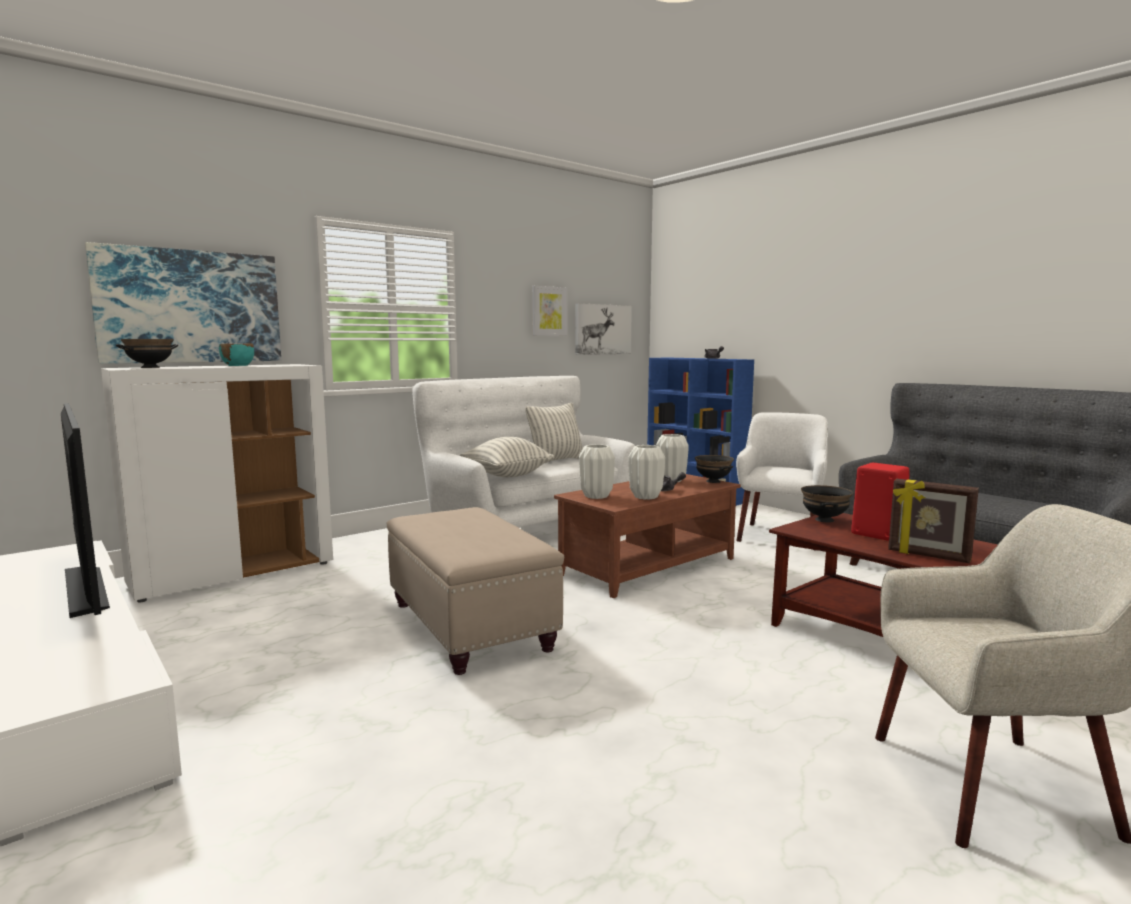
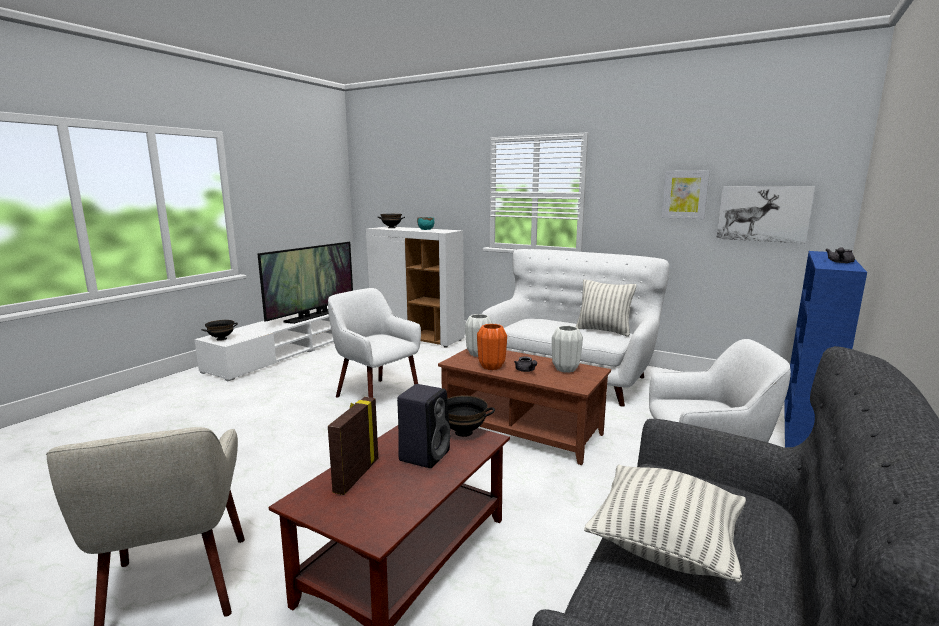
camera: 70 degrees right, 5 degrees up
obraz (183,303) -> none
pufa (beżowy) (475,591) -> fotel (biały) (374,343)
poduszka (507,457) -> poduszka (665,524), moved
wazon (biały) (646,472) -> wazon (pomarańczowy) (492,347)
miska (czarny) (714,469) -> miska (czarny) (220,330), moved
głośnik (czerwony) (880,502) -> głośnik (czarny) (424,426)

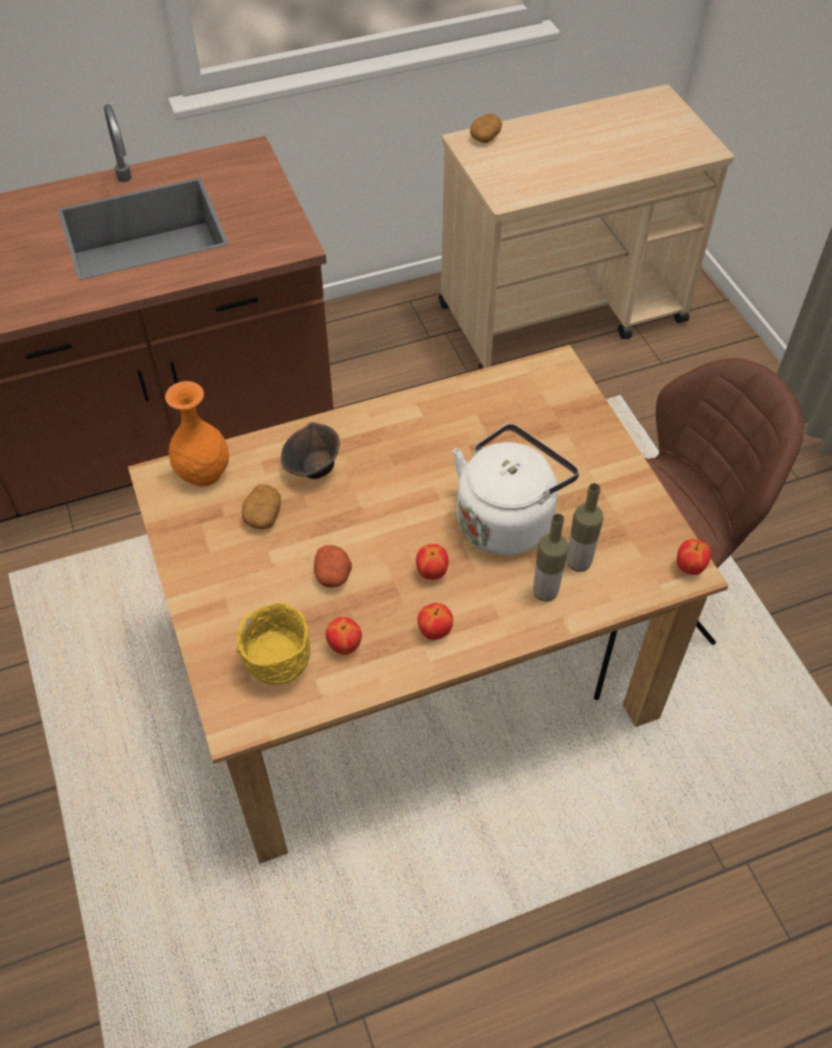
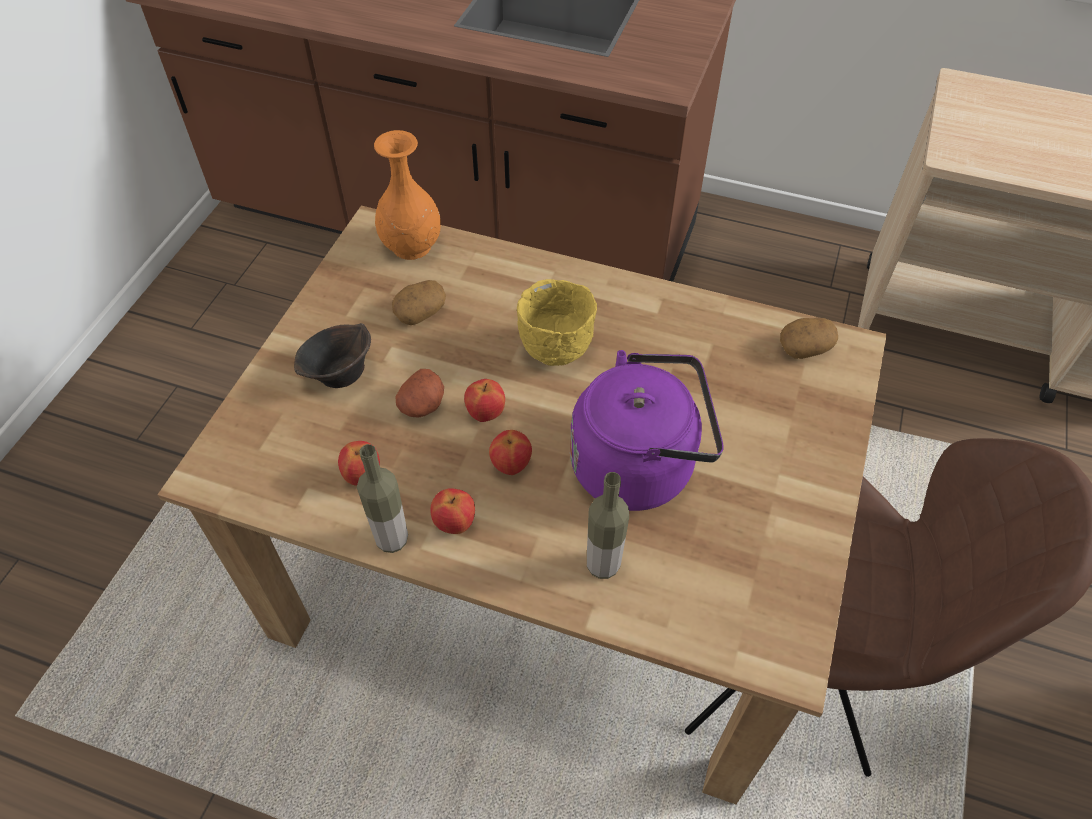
camera: 40 degrees right, 0 degrees up
miska (żółty) (273,643) -> miska (żółty) (557,322), moved
miska (brązowy) (310,450) -> miska (brązowy) (332,355), moved
czajnik (biały) (516,489) -> czajnik (fioletowy) (647,430)
ziemniak (486,128) -> ziemniak (809,338), moved
butelka (585,527) -> butelka (382,498), moved
jabłko (694,557) -> jabłko (484,400), moved

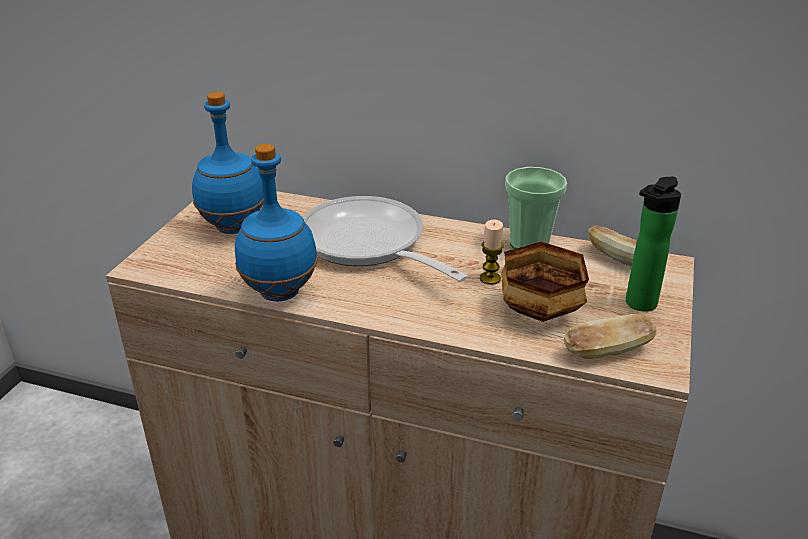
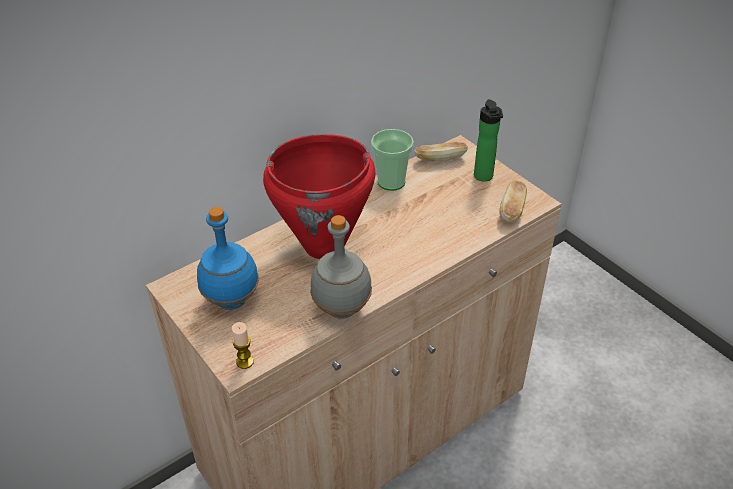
camera: 55 degrees left, 10 degrees up
butelka (niebieski) (276,222) -> butelka (szary) (341,267)
patelnia (385,239) -> garnek (czerwony) (319,196)
świeca (492,252) -> świeca (243,345), moved
miska (545,282) -> none

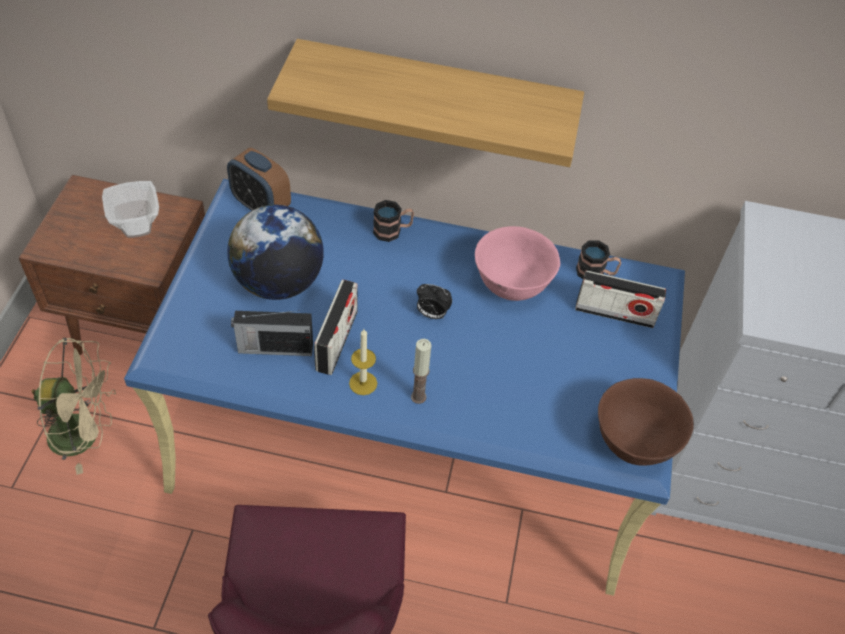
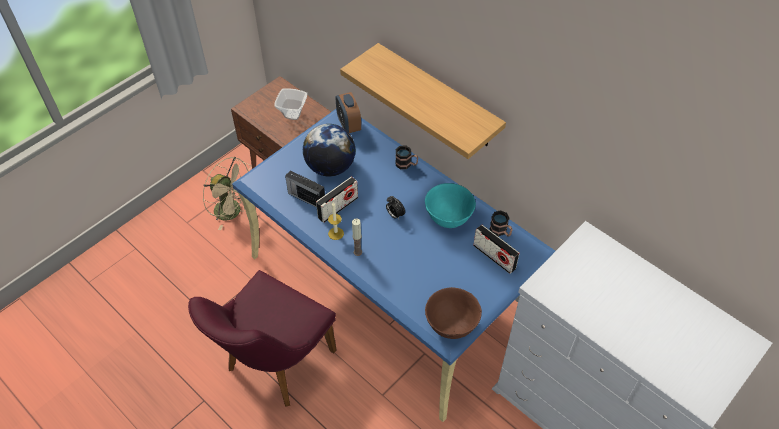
camera: 35 degrees right, 0 degrees up
miska (różowy) (517,263) -> miska (turkusowy) (450,205)

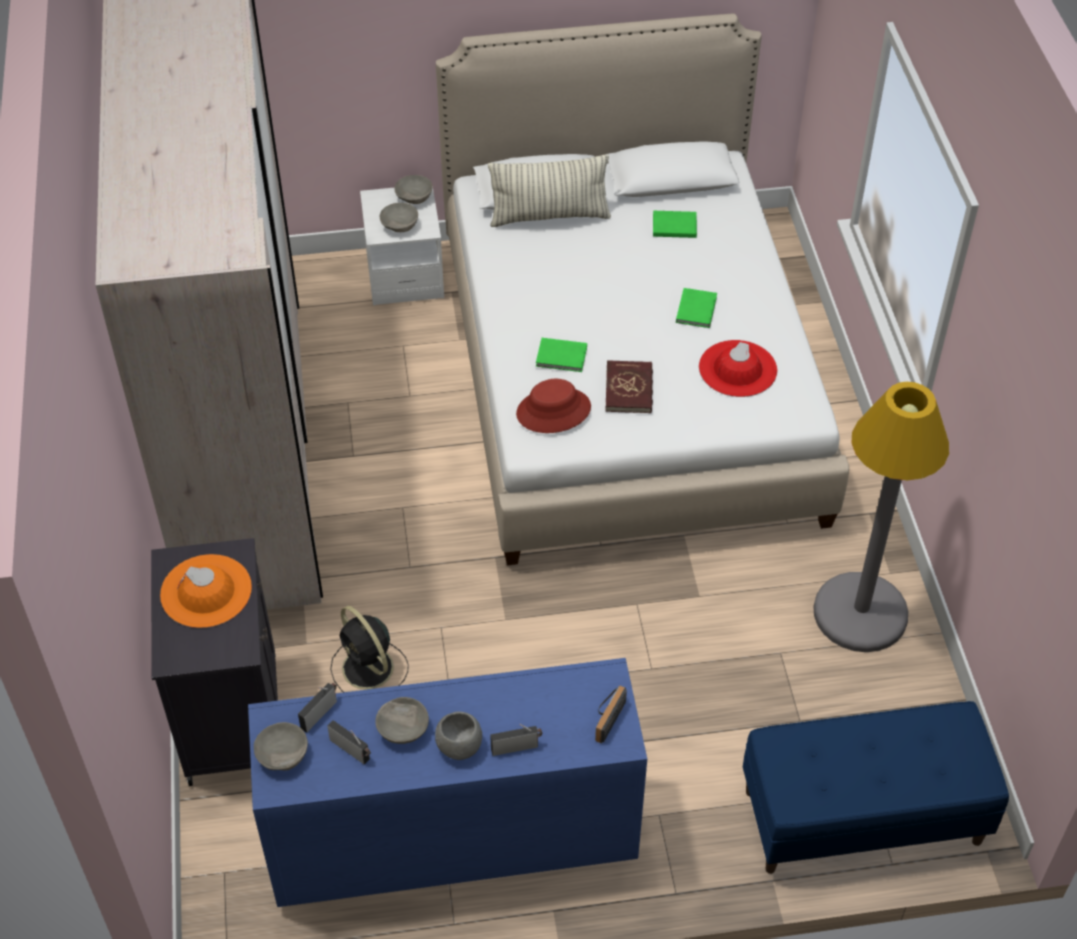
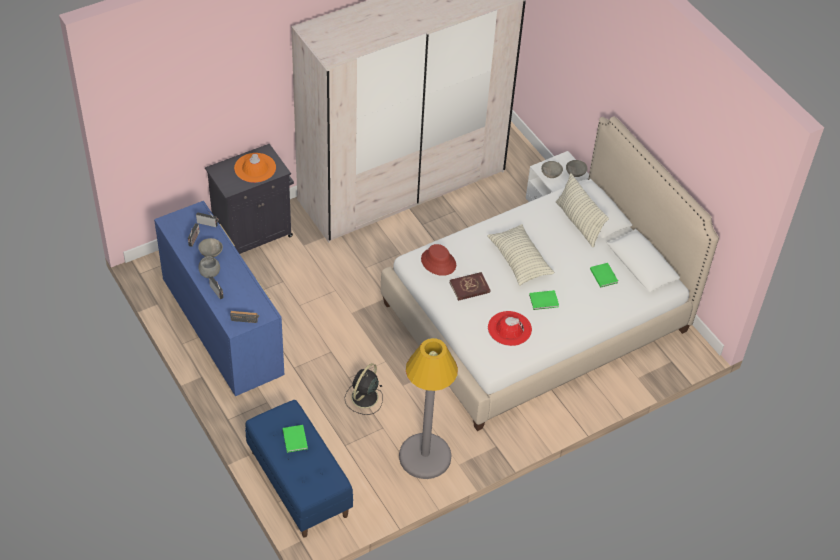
camera: 65 degrees right, 0 degrees up
miska (szary) (281,746) -> none
wentylator (czarny) (369,649) -> wentylator (czarny) (363,389), moved
książka (zielony) (561,355) -> książka (zielony) (295,439), moved
none -> poduszka (521,255)

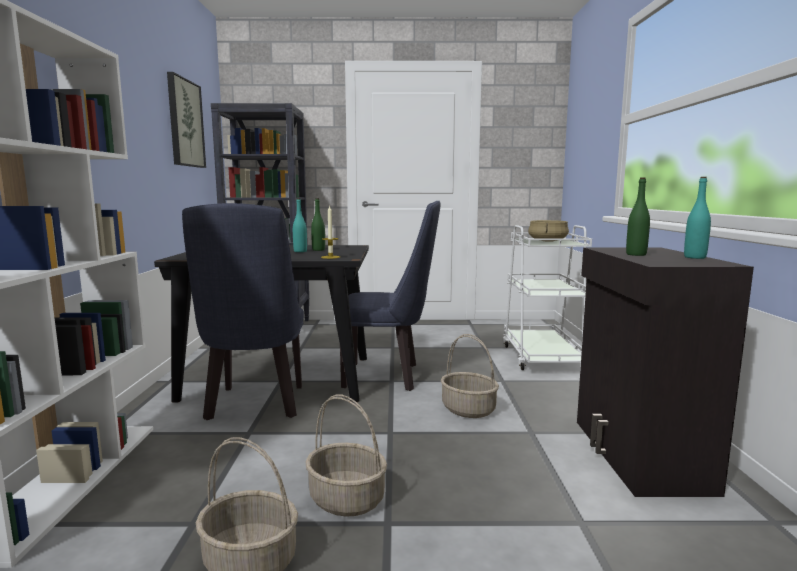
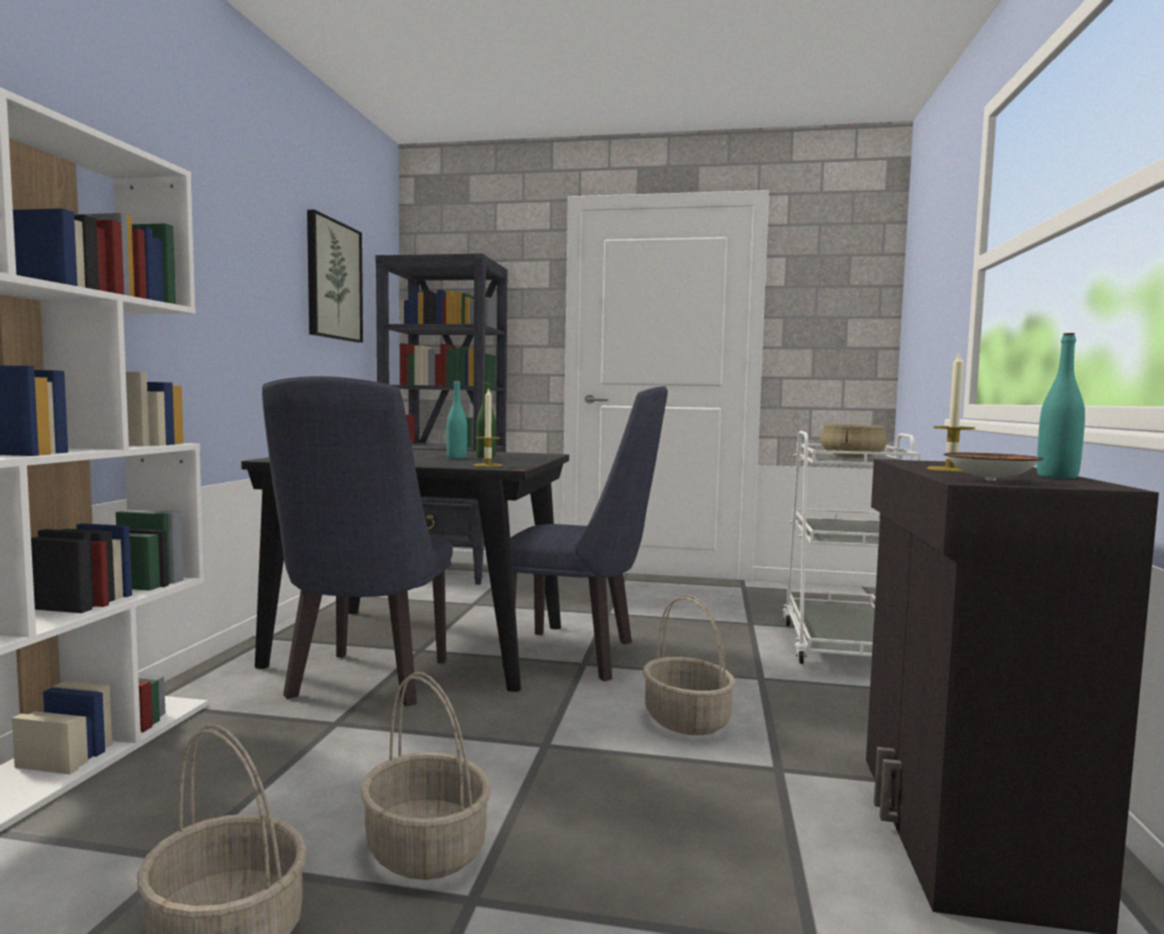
camera: 10 degrees right, 5 degrees down
butelka (zielony) (638,216) -> świeca (951,412)
none -> miska (993,467)

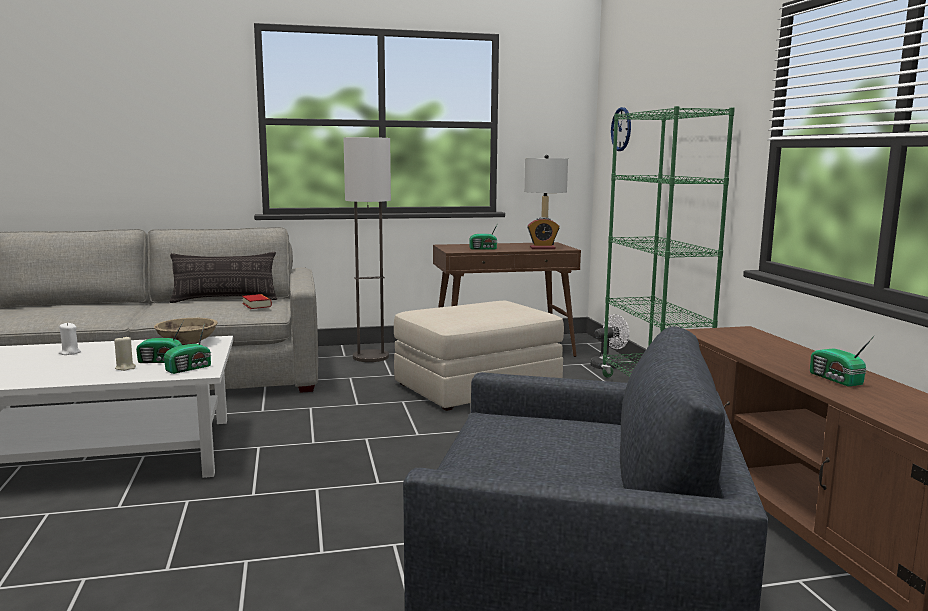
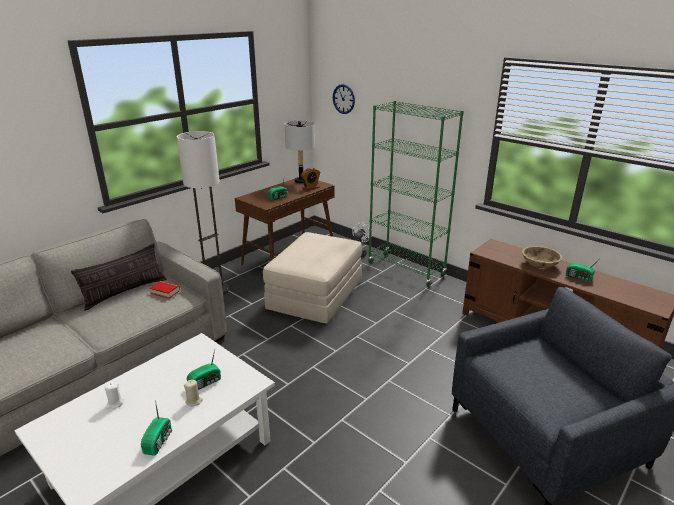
camera: 35 degrees left, 15 degrees up
miska (beżowy) (186,331) -> miska (beżowy) (542,257), moved
radio (187,348) -> radio (156,428), moved

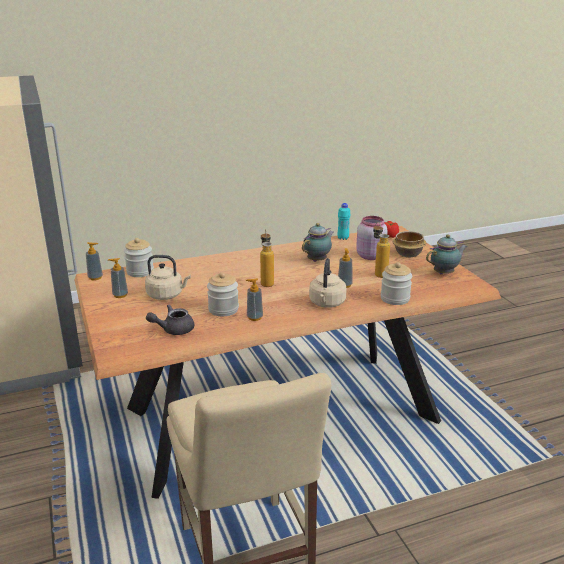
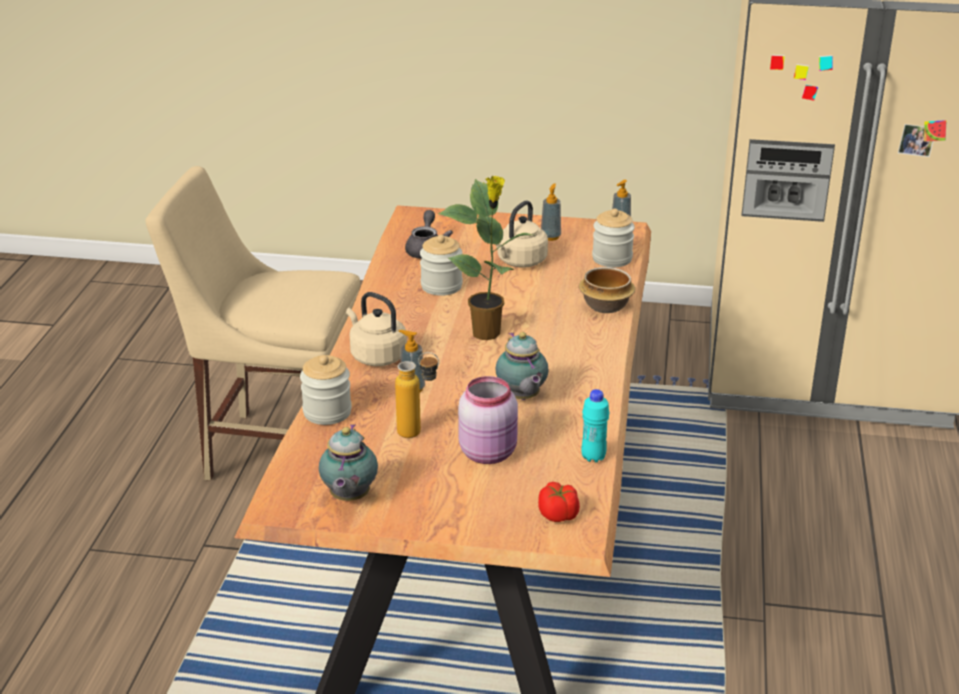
camera: 120 degrees right, 5 degrees up
dozownik mydła (254,300) -> none
butelka (267,258) -> roślina doniczkowa (485,257)
miska (409,244) -> miska (607,290), moved

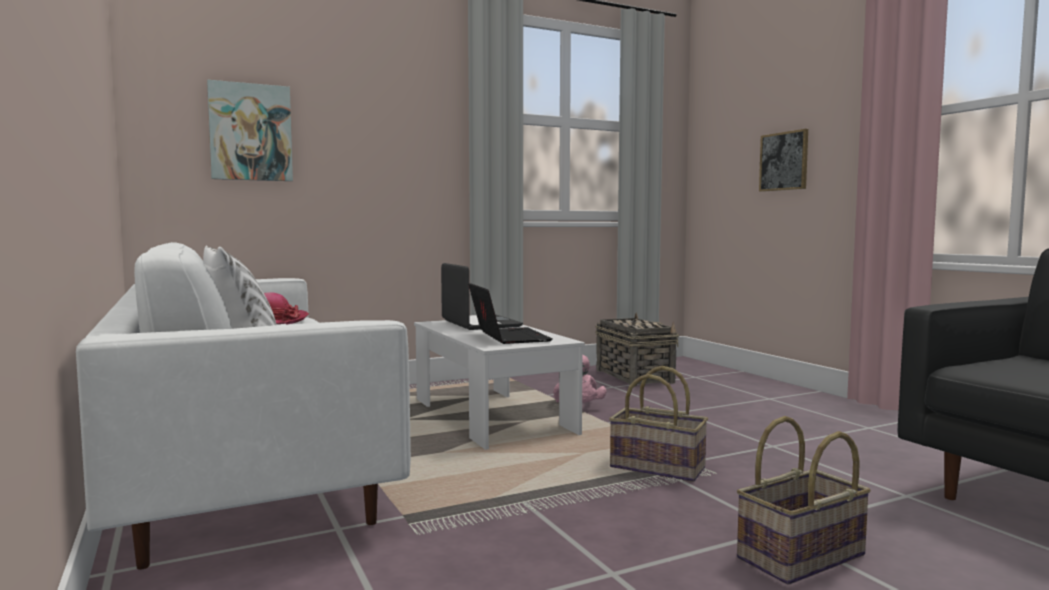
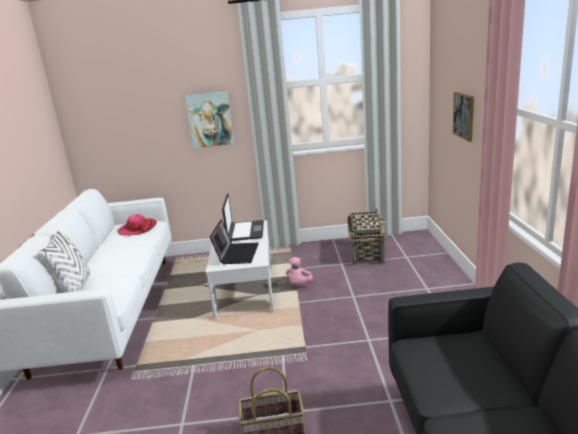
camera: 25 degrees right, 15 degrees up
obraz (250,130) -> obraz (209,119), moved
koszyk (658,424) -> none

